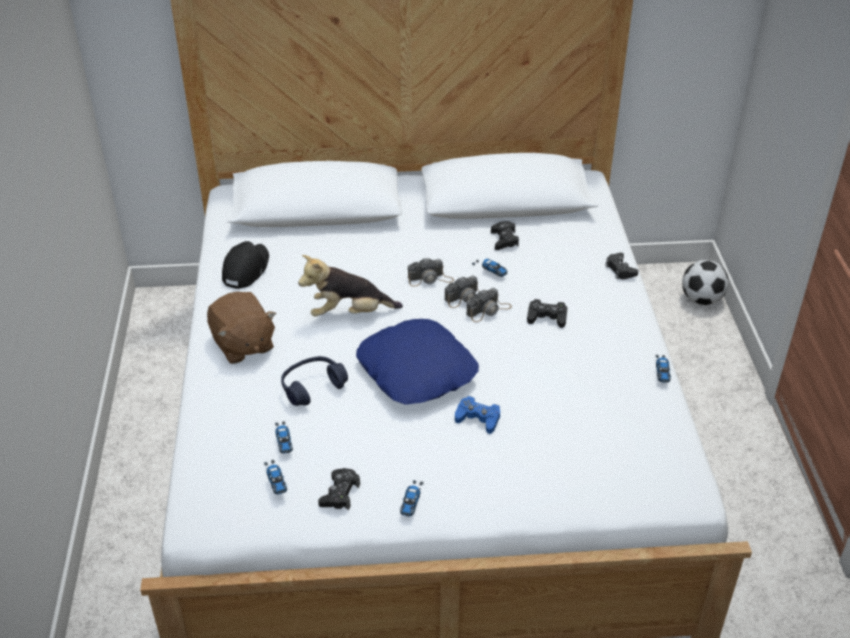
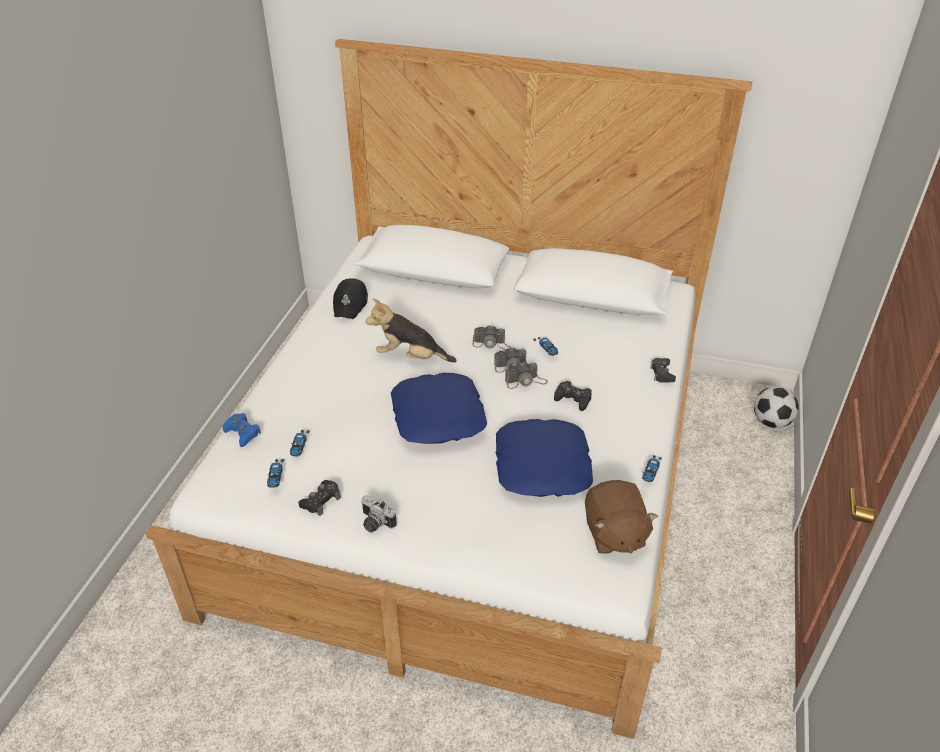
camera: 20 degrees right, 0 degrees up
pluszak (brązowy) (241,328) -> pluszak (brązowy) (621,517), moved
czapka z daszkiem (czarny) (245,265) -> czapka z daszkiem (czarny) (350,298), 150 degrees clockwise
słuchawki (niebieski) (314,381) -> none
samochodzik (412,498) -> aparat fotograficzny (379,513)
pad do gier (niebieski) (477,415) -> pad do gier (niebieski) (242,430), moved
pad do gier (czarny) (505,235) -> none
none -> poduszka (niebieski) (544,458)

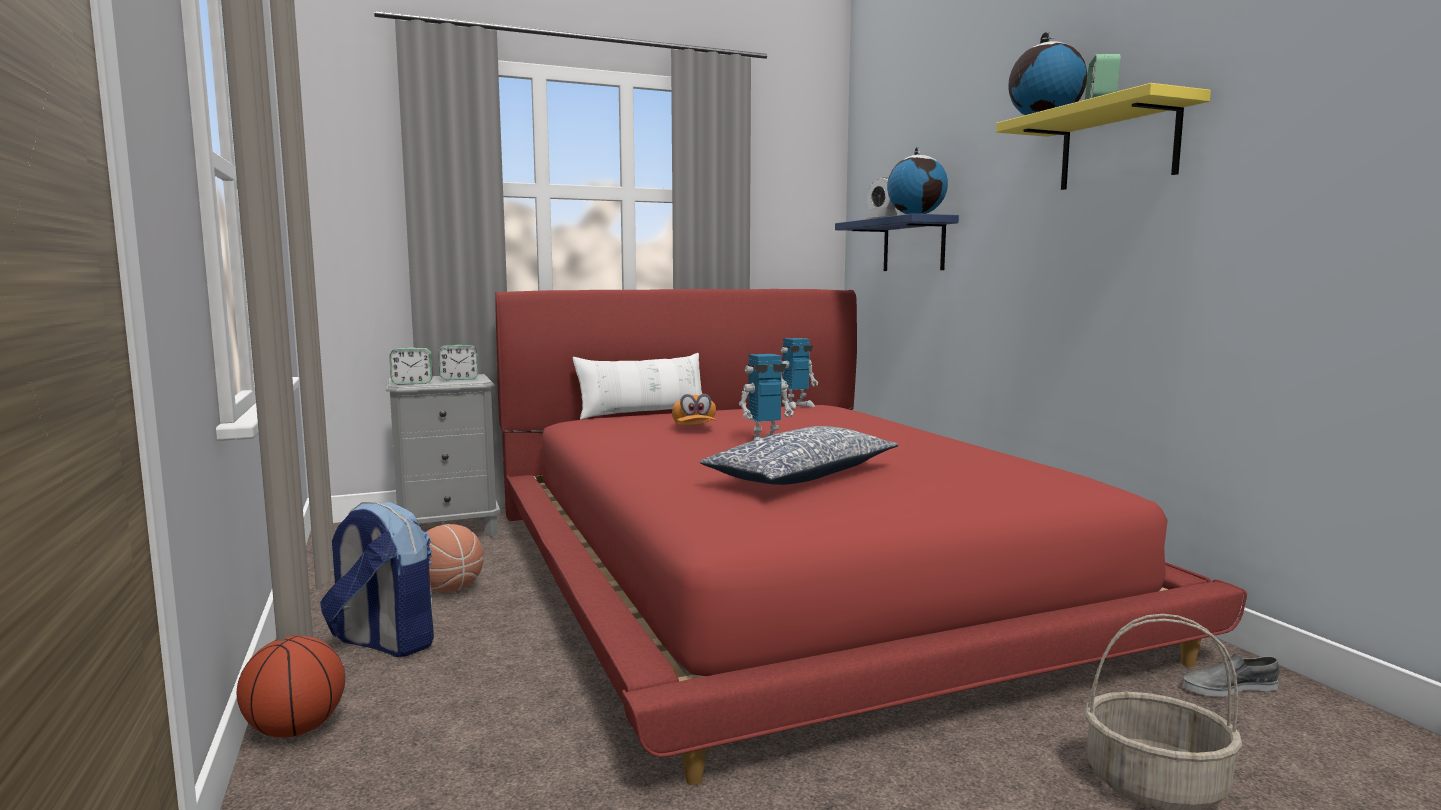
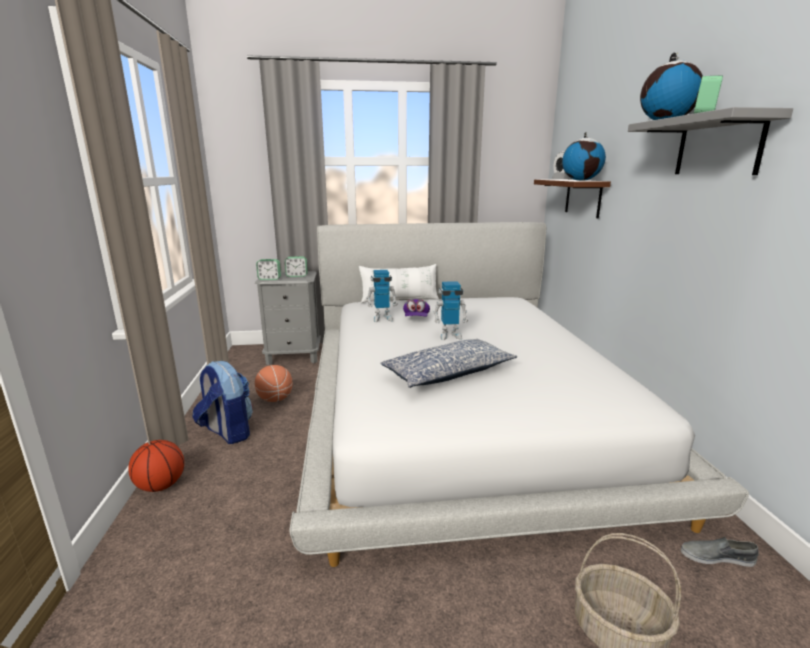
camera: 15 degrees right, 10 degrees up
łóżko (czerwony) (871,537) -> łóżko (biały) (519,394)
czapka z daszkiem (pomarańczowy) (694,409) -> czapka z daszkiem (fioletowy) (416,308)
robot zabawkowy (799,373) -> robot zabawkowy (382,296), moved
półka (niebieski) (897,242) -> półka (brązowy) (572,198)
półka (żółty) (1103,136) -> półka (szary) (710,141)

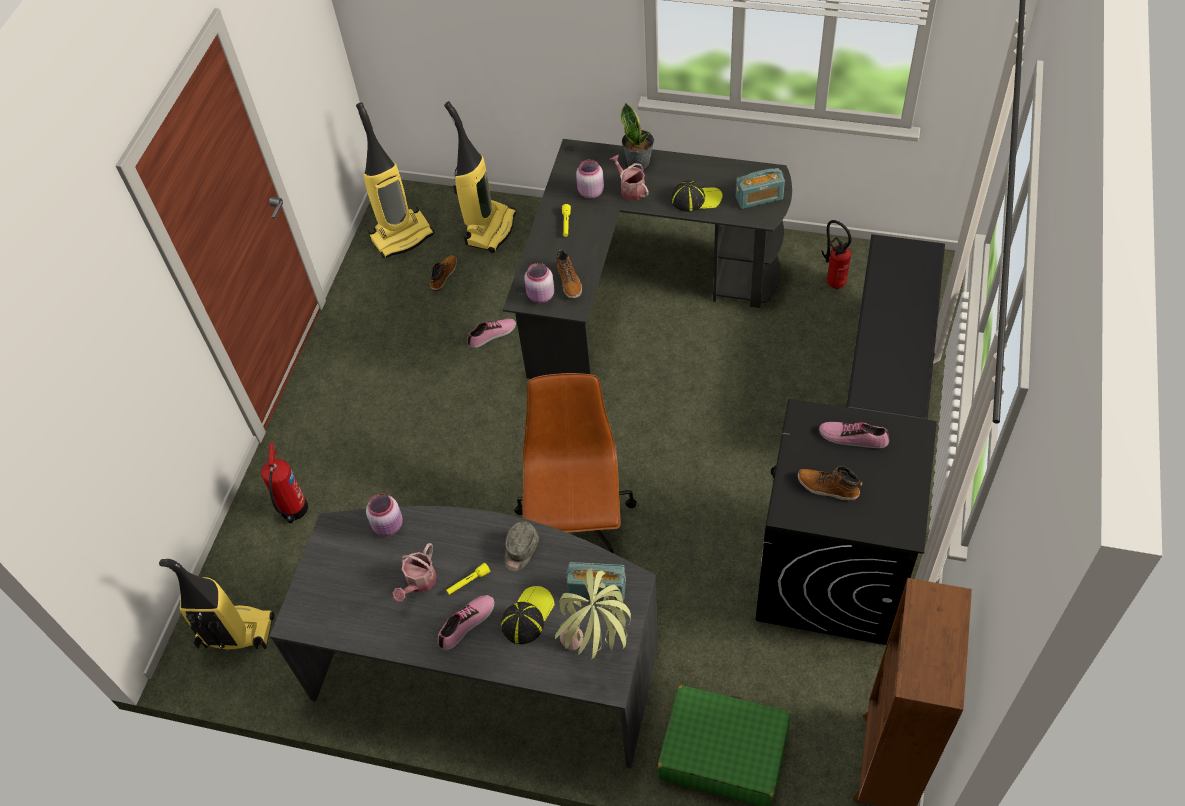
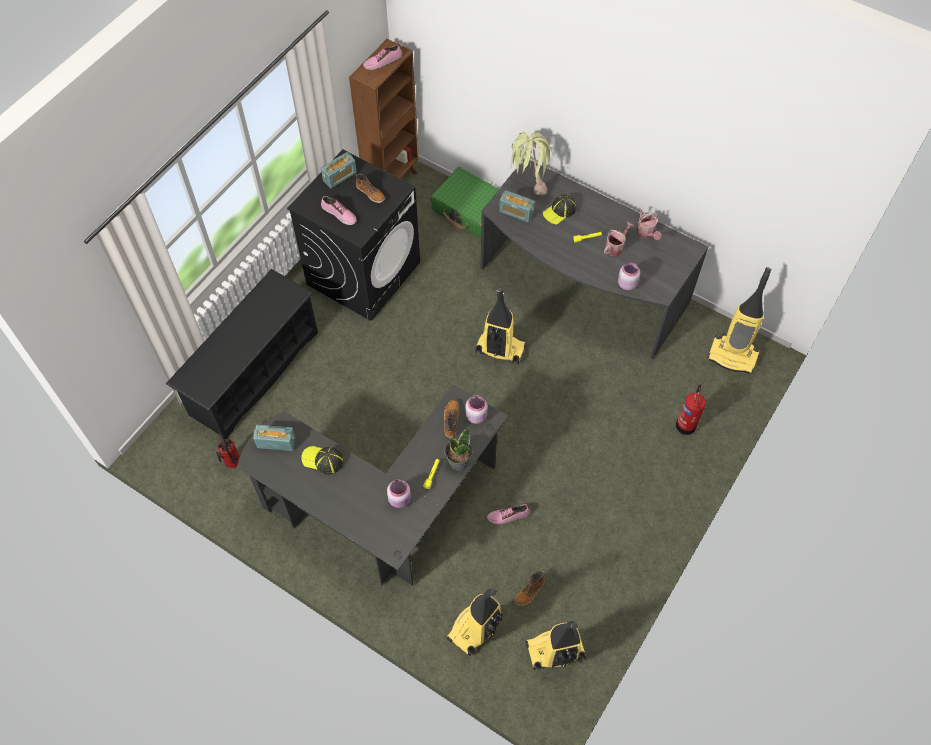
camera: 165 degrees left, 5 degrees up
but (466,622) -> but (382,57), moved
czapka z daszkiem (szary) (522,546) -> none
krzesło biurowe (brązowy) (575,463) -> odkurzacz (501,325)
konewka (629,177) -> konewka (649,224), moved
roślina doniczkowa (637,136) -> roślina doniczkowa (459,449), moved
none -> radio (339,170)

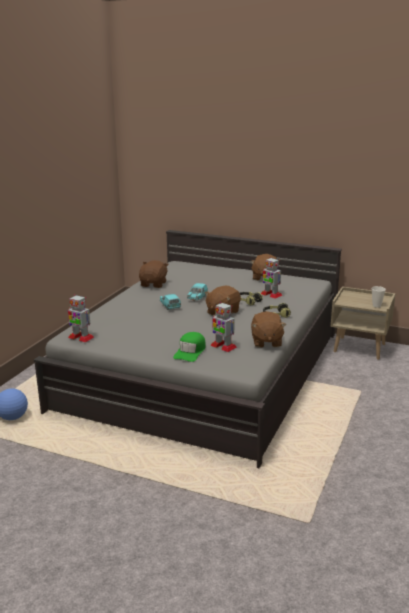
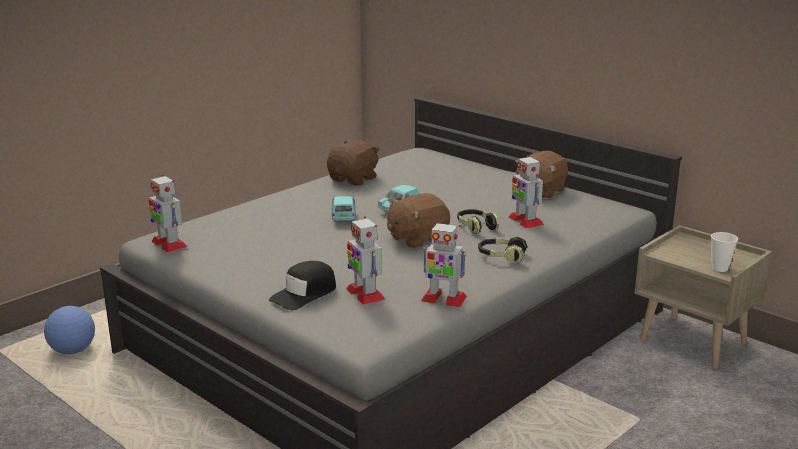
camera: 20 degrees right, 0 degrees up
czapka z daszkiem (zielony) (189,347) -> czapka z daszkiem (czarny) (302,285)
pluszak (brązowy) (268,329) -> robot zabawkowy (444,264)

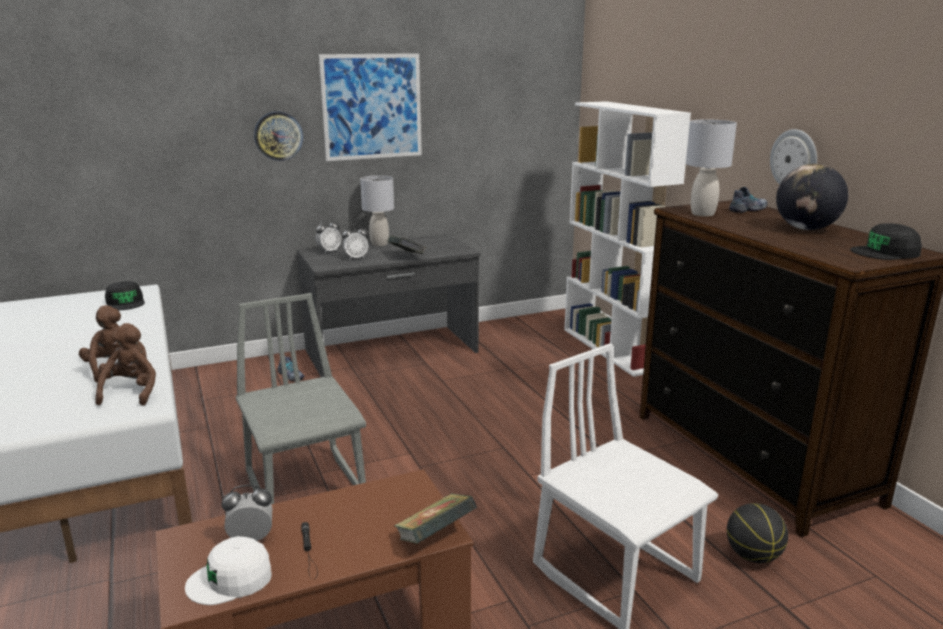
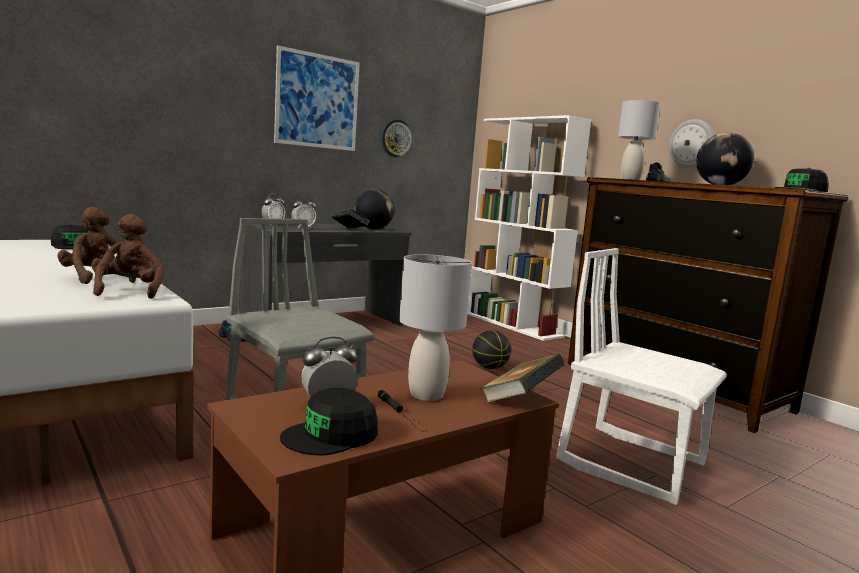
camera: 15 degrees left, 10 degrees down
czapka z daszkiem (biały) (228,570) -> czapka z daszkiem (czarny) (329,421)
zegar ścienny (278,136) -> zegar ścienny (397,139), moved
lampa stołowa (szary) (377,210) -> lampa stołowa (szary) (435,327), moved
piłka do koszykówki (757,533) -> piłka do koszykówki (491,349), moved
none -> globus (374,209)

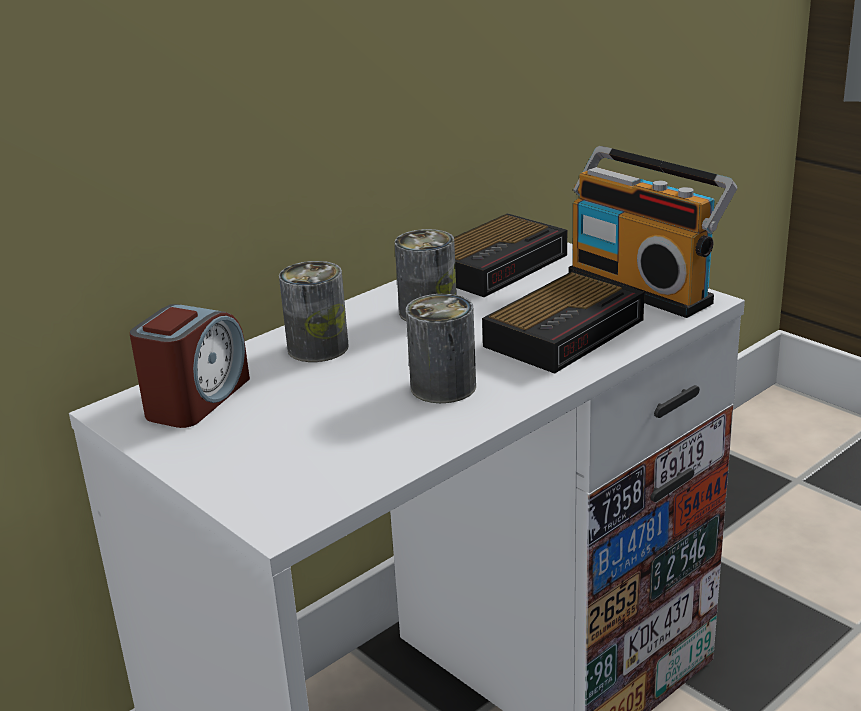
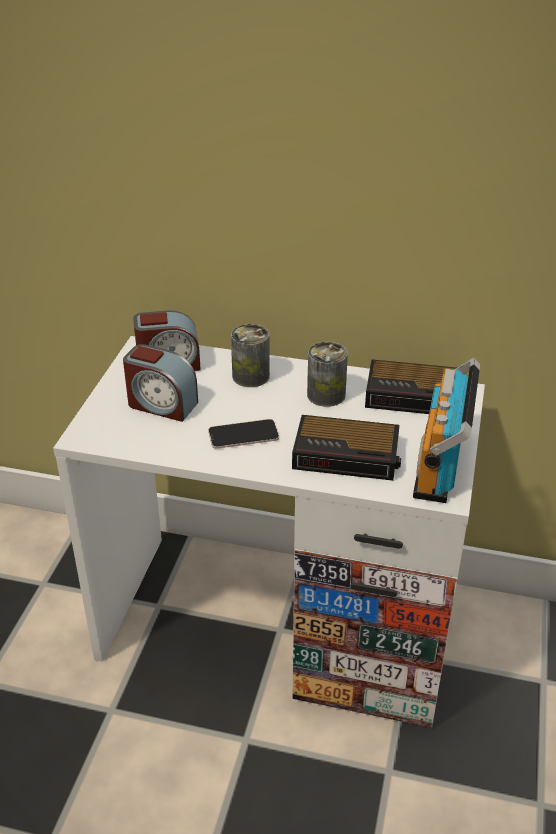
camera: 55 degrees right, 10 degrees up
puszka (441,348) -> telefon (243,434)
none -> budzik (160,383)

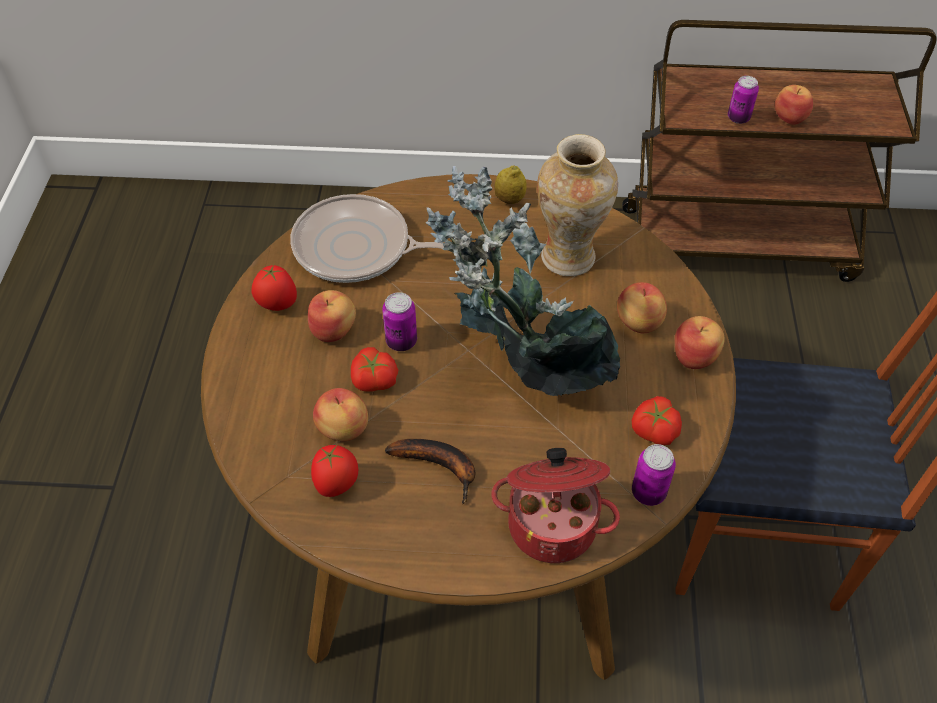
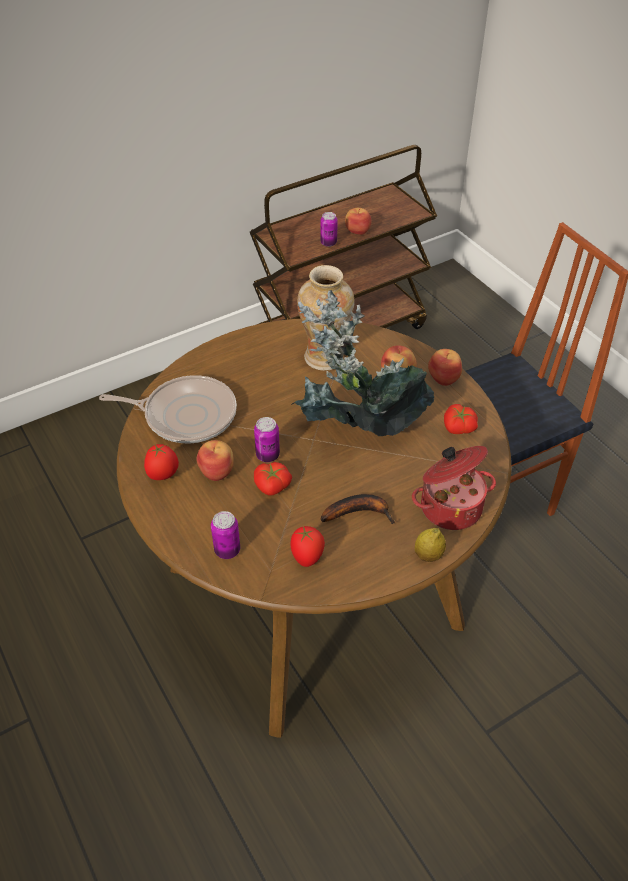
camera: 35 degrees left, 5 degrees down
patelnia (367,238) -> patelnia (168,409), 150 degrees counterclockwise
jabłko (340,414) -> none
cytryna (510,184) -> cytryna (430,545), moved
puszka (654,475) -> puszka (225,535), moved

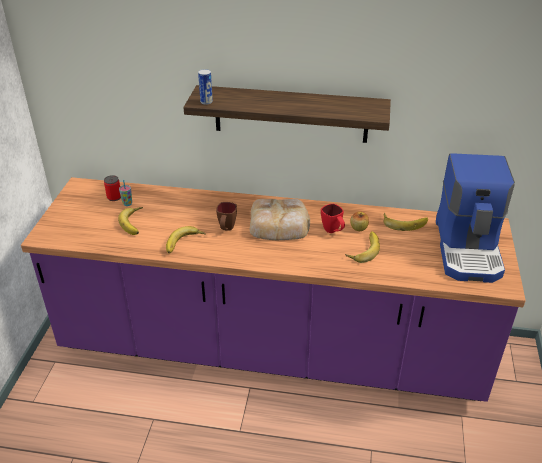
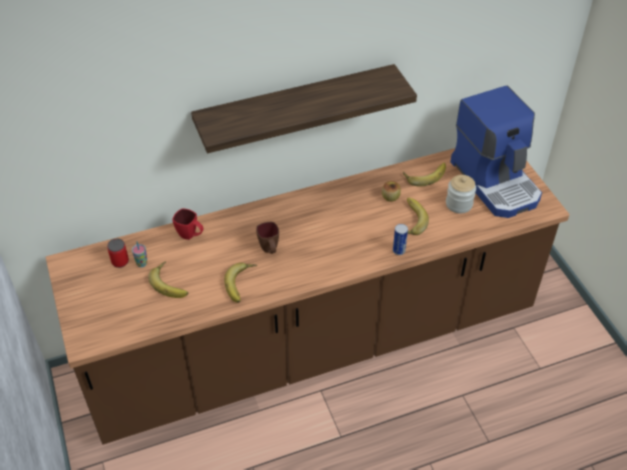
camera: 30 degrees left, 10 degrees up
zabudowa kuchenna (fioletowy) (273,289) -> zabudowa kuchenna (brązowy) (308,296)
puszka (205,86) -> puszka (400,239), moved
chleb (280,219) -> none
kubek (czerwony) (333,218) -> kubek (czerwony) (188,224), moved
none -> słoik (461,194)

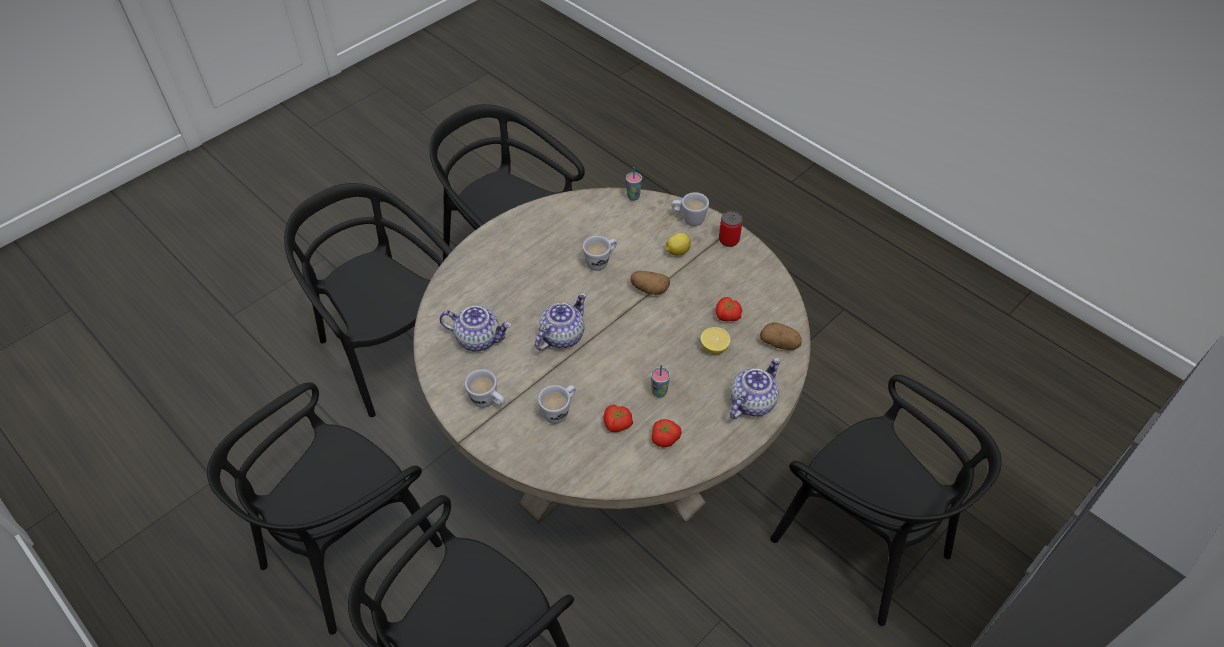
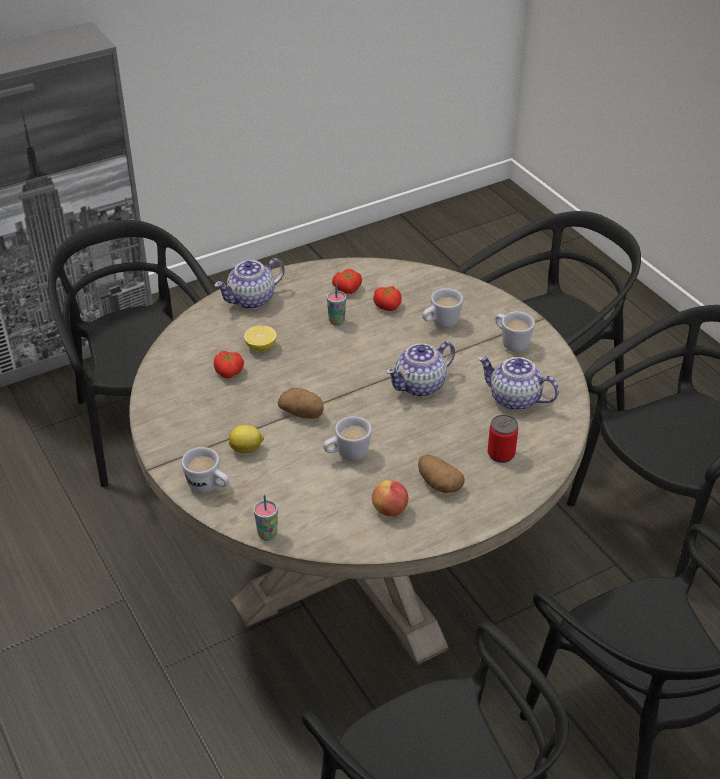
camera: 165 degrees left, 10 degrees down
puszka (731,229) -> puszka (503,439), moved
ziemniak (781,336) -> ziemniak (441,474), moved
none -> jabłko (390,498)

